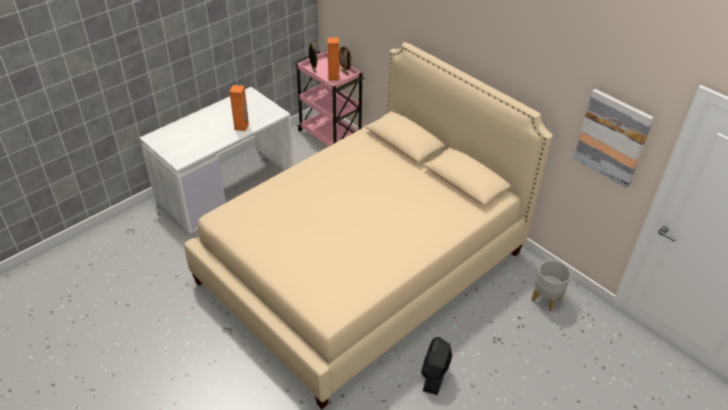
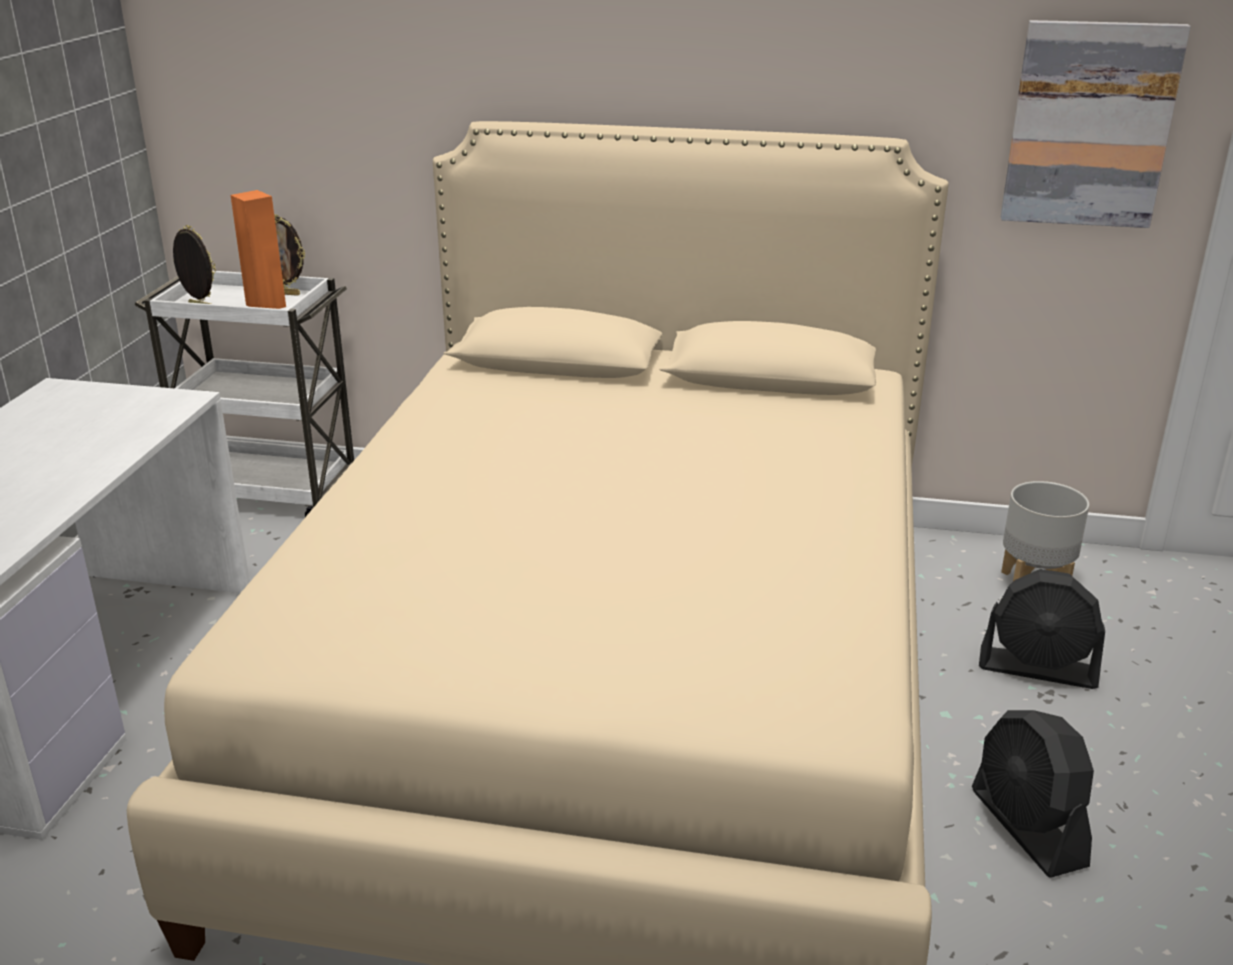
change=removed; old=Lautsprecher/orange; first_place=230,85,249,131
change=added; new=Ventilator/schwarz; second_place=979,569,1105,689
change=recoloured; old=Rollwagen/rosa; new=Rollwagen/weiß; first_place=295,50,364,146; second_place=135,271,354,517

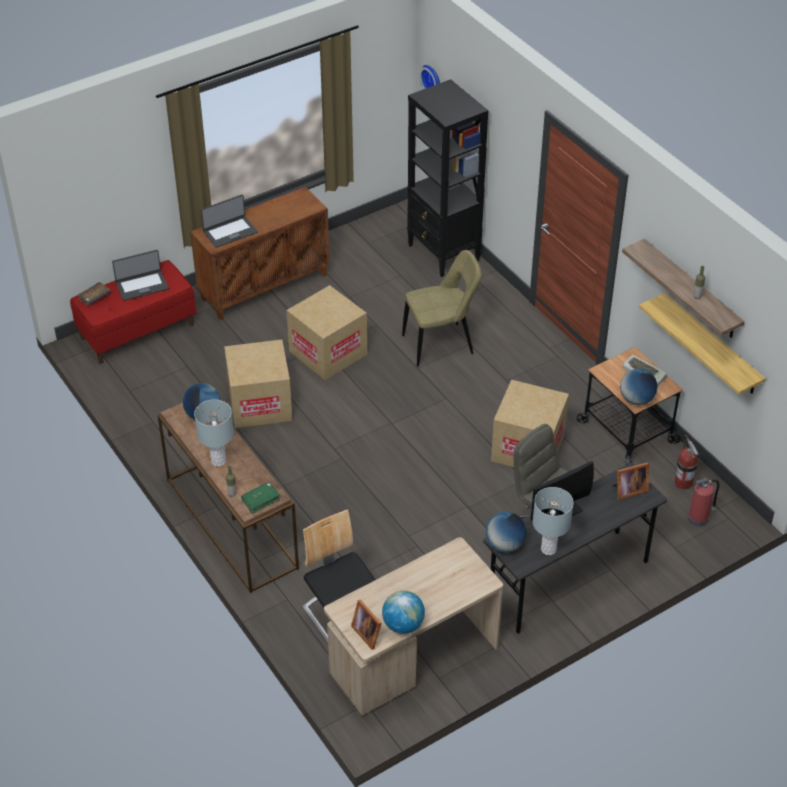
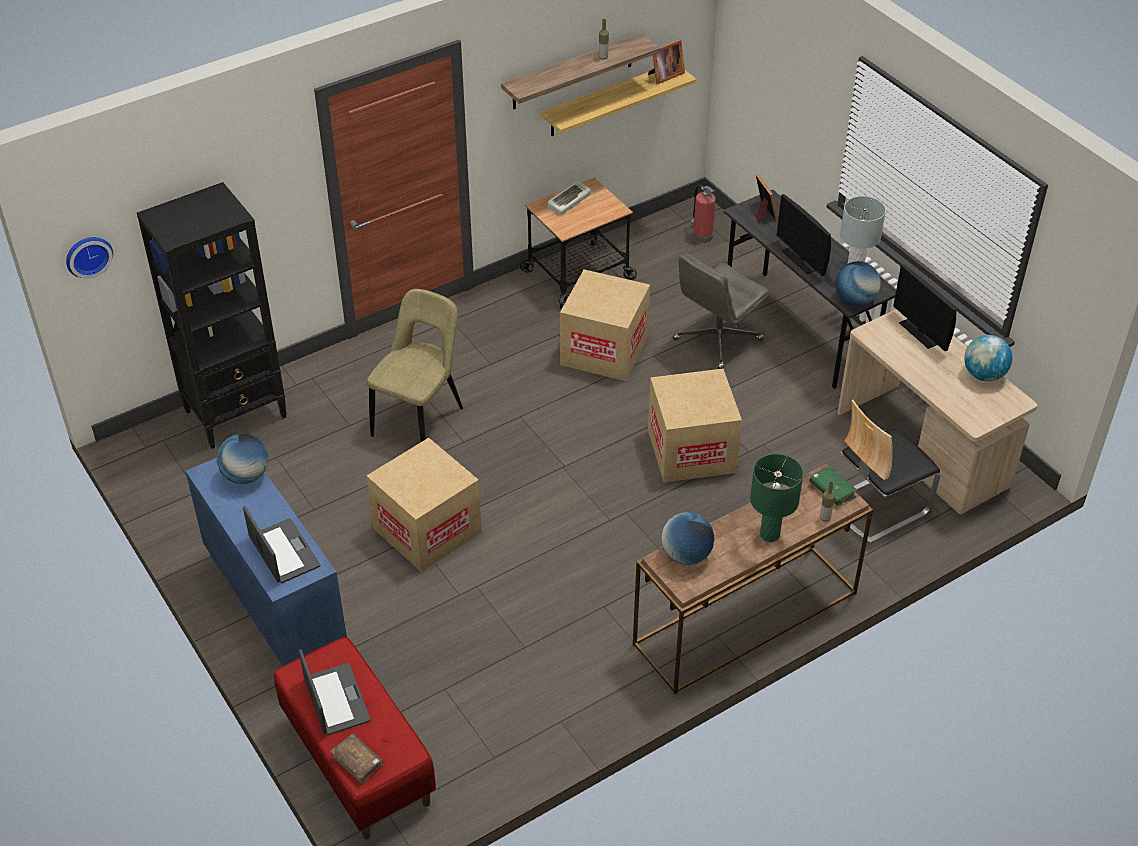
change=removed; old=Feuerlöscher; first_place=675,435,699,490
change=added; new=Monitor; second_place=893,265,957,351
change=moved; old=Karton; first_place=224,339,293,428; second_place=648,369,742,482
change=moved; old=Bilderrahmen; first_place=351,599,382,649; second_place=648,40,685,84
change=moved; old=Globus; first_place=620,368,657,405; second_place=217,434,268,484
change=recoloured; old=Schrank/braun; new=Schrank/blau; first_place=190,187,330,320; second_place=185,458,347,666
change=recoloured; old=Tischlampe/grau; new=Tischlampe/grün; first_place=194,399,234,466; second_place=750,454,803,542
change=turned; old=Stuhl/beige; first_place=402,250,481,366; second_place=367,289,463,442; degrees=45

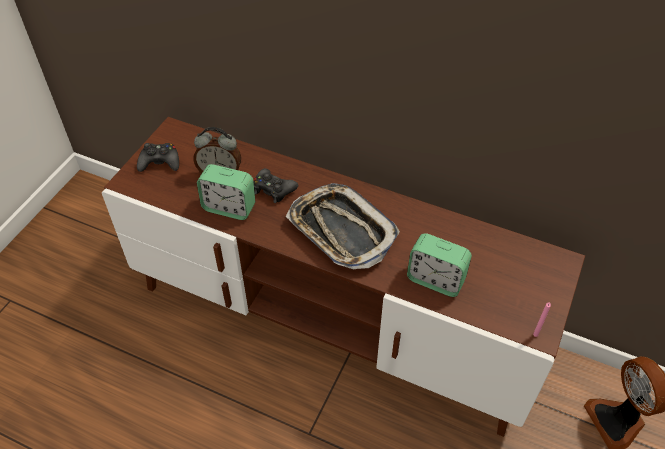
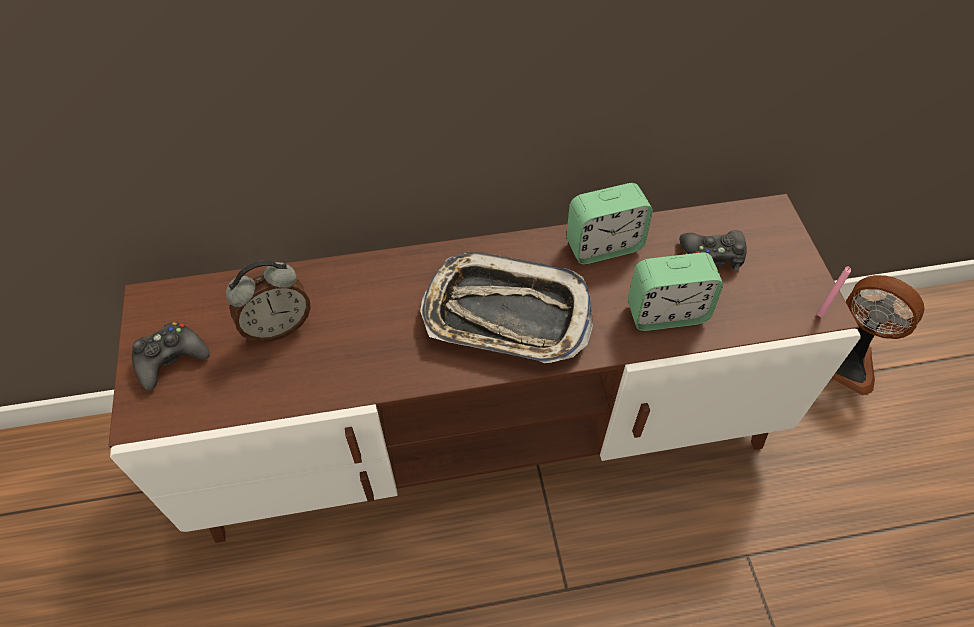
change=moved; old=Wecker; first_place=197,164,255,220; second_place=566,183,653,264
change=moved; old=Gamepad/schwarz; first_place=254,168,298,203; second_place=679,230,747,272

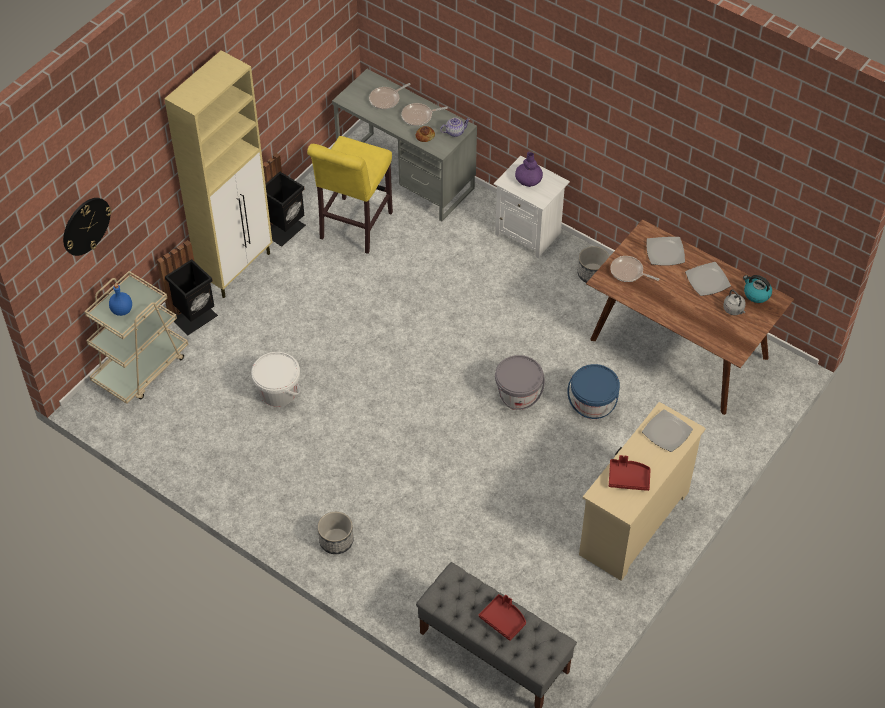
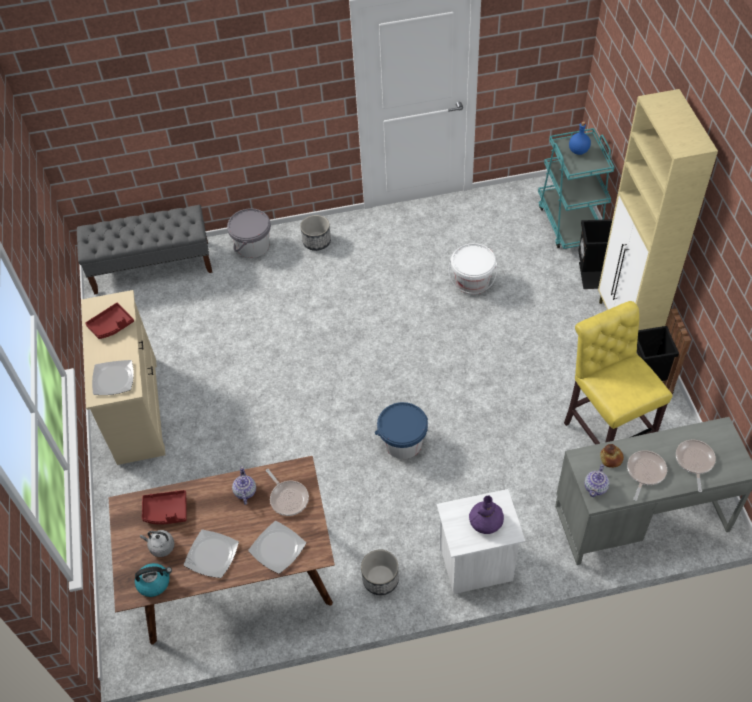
change=removed; old=Wanduhr; first_place=63,198,112,256
change=added; new=Teekanne; second_place=232,466,256,505
change=moved; old=Tablett/rot; first_place=479,594,526,641; second_place=142,490,187,525
change=moved; old=Eimer/grau; first_place=495,355,545,410; second_place=227,208,271,258
change=moved; old=Eimer/blau; first_place=567,364,620,419; second_place=375,402,428,459
change=recoloured; old=Rollwagen/beige; new=Rollwagen/türkis; first_place=84,271,188,404; second_place=538,128,615,249
change=turned; old=Pfanne; first_place=610,256,659,282; second_place=266,469,309,516; degrees=75

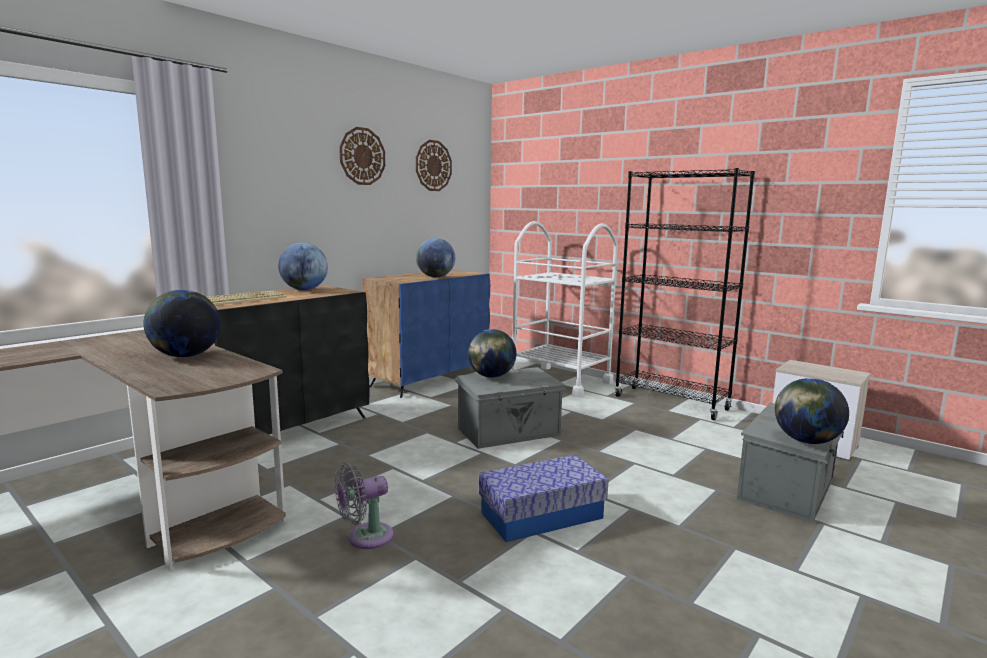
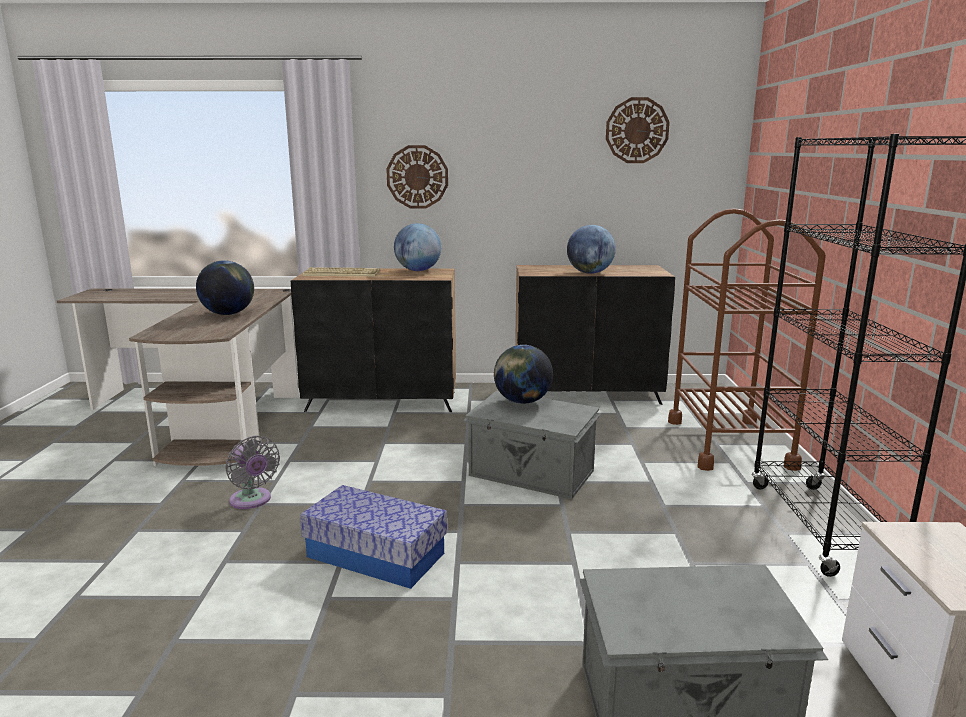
change=removed; old=Globus; first_place=775,378,849,444
change=moved; old=Wanduhr; first_place=339,127,385,185; second_place=386,145,448,209
change=recoloured; old=Schrank/blau; new=Schrank/schwarz; first_place=362,270,490,398; second_place=515,265,675,405
change=recoloured; old=Rollwagen/weiß; new=Rollwagen/braun; first_place=512,221,618,397; second_place=668,208,826,471
change=turned; old=Ventilator/grau; first_place=335,463,393,549; second_place=225,436,280,509; degrees=-150

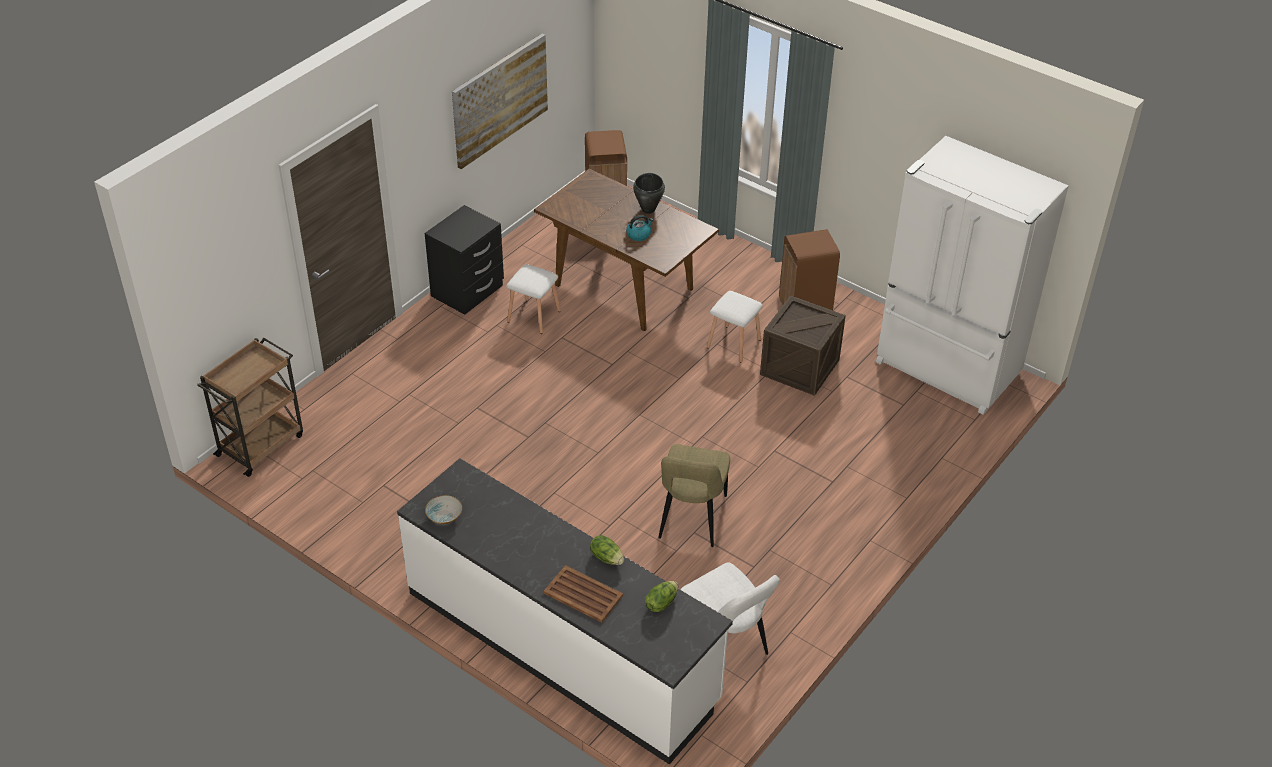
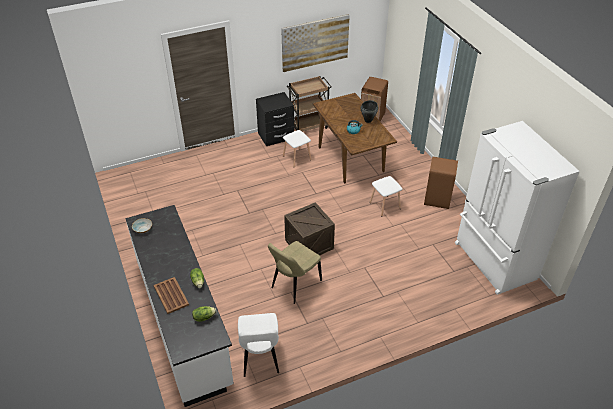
change=moved; old=Rollwagen/braun; first_place=197,338,303,477; second_place=287,76,331,132
change=moved; old=Kiste; first_place=760,295,846,396; second_place=284,202,335,255

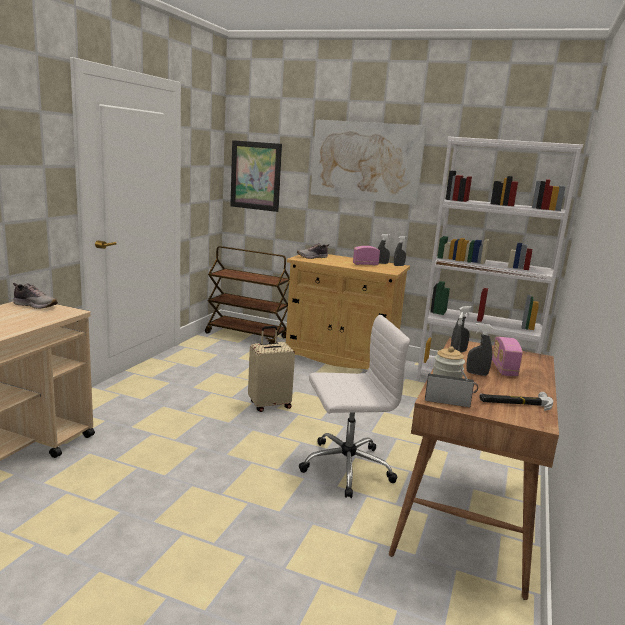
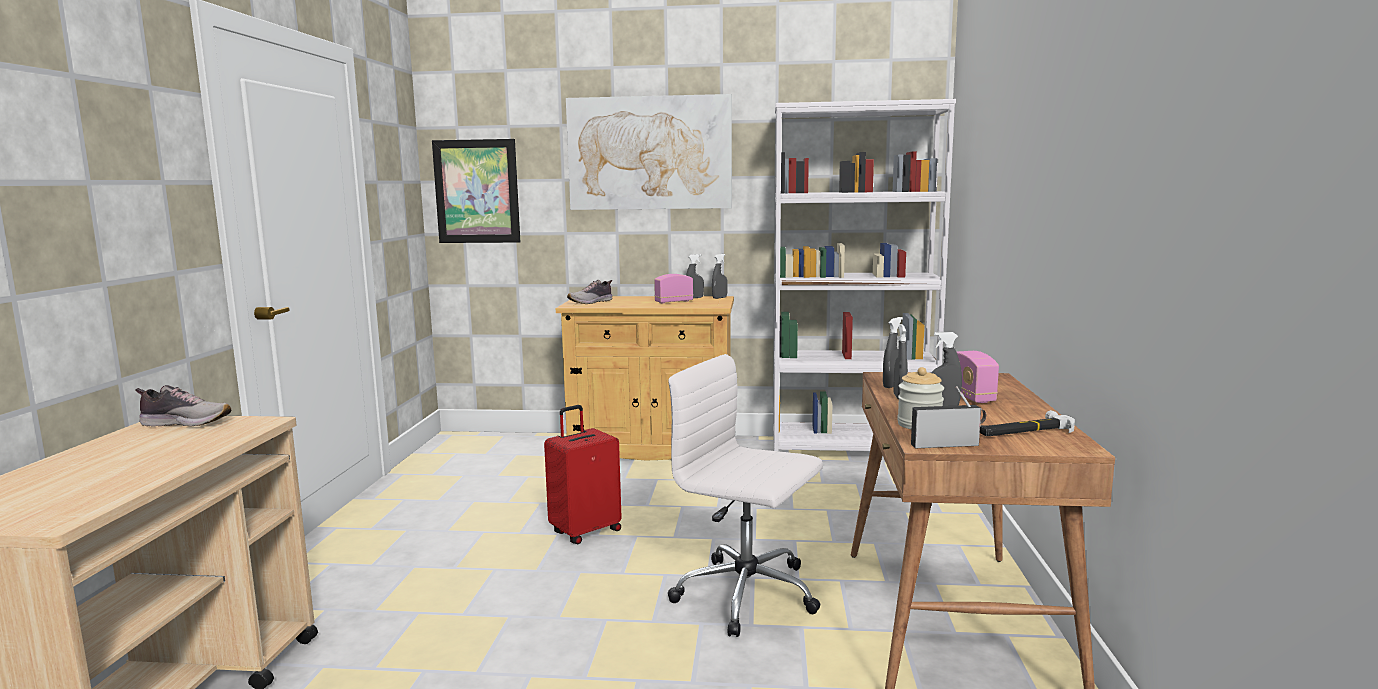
change=removed; old=Rollwagen/braun; first_place=205,246,290,344
change=recoloured; old=Koffer/beige; new=Koffer/rot; first_place=248,326,295,412; second_place=544,405,622,544
change=turned; old=Bürostuhl/weiß; first_place=299,315,410,498; second_place=668,354,823,637; degrees=-120

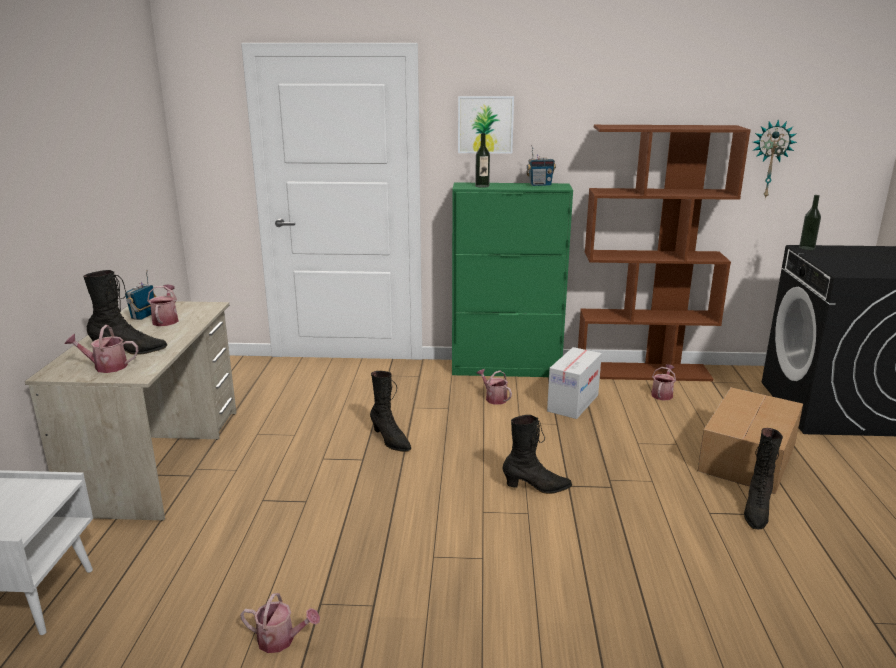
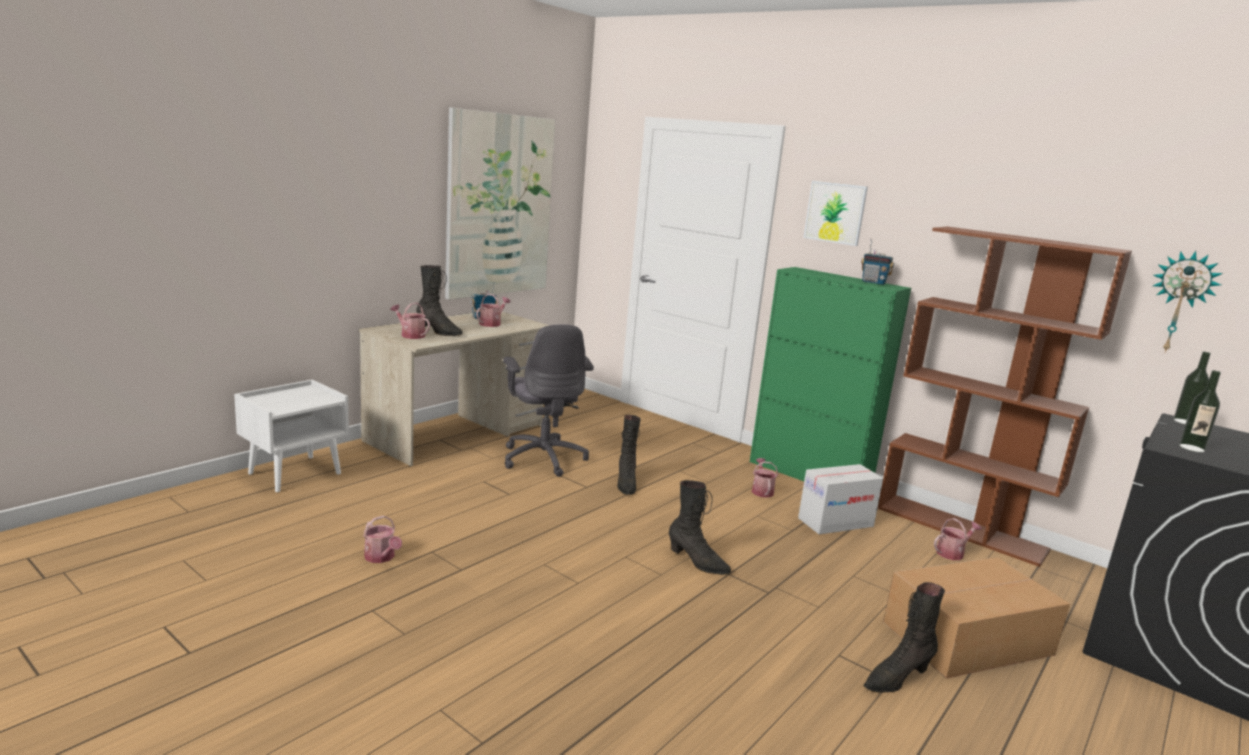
change=added; new=Bild; second_place=445,107,555,300
change=added; new=Bürostuhl/grau; second_place=503,324,594,477
change=moved; old=Flasche; first_place=475,133,490,188; second_place=1179,370,1221,452

